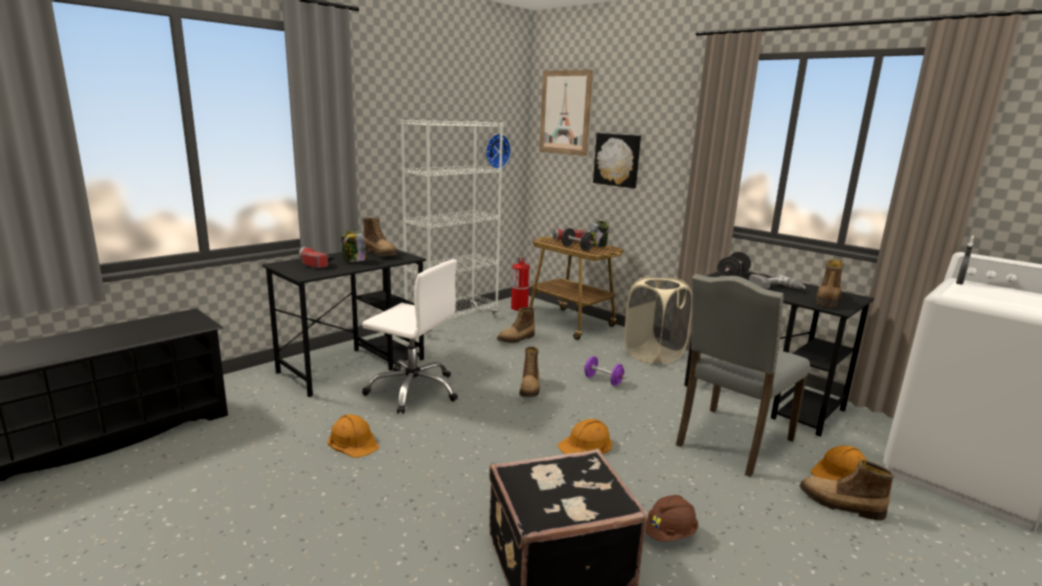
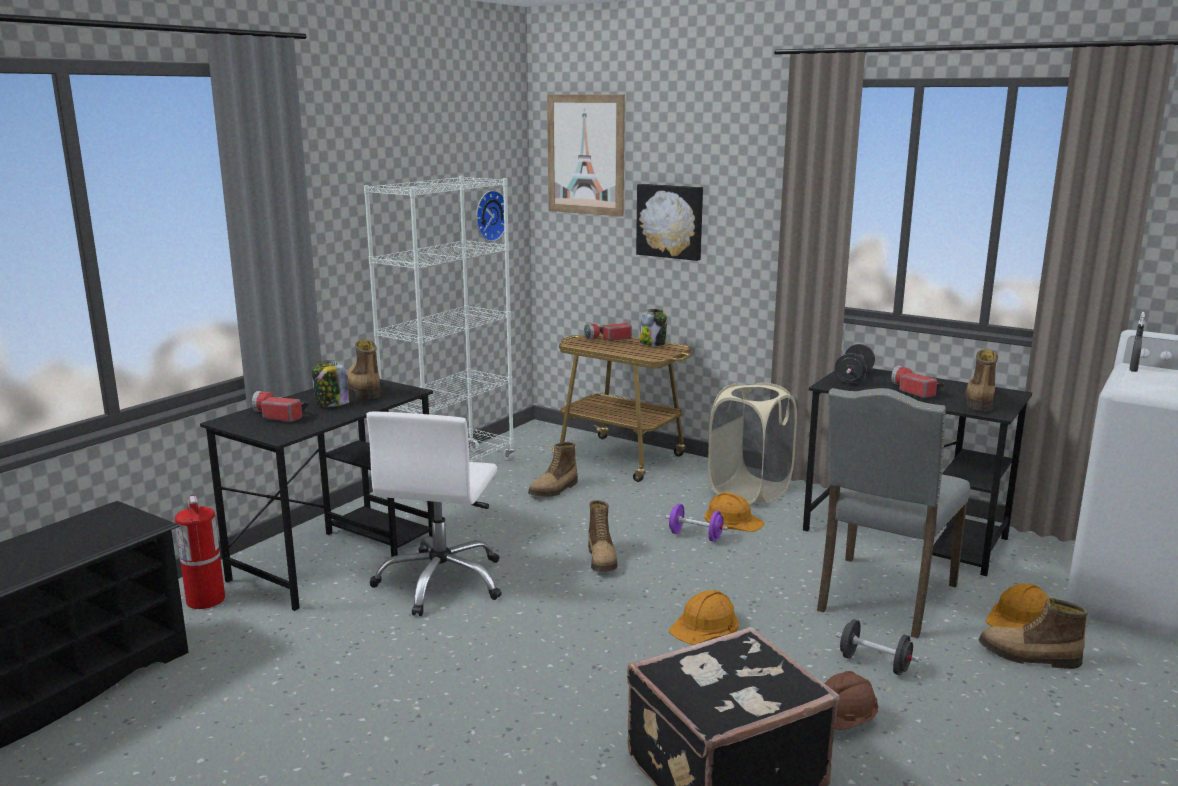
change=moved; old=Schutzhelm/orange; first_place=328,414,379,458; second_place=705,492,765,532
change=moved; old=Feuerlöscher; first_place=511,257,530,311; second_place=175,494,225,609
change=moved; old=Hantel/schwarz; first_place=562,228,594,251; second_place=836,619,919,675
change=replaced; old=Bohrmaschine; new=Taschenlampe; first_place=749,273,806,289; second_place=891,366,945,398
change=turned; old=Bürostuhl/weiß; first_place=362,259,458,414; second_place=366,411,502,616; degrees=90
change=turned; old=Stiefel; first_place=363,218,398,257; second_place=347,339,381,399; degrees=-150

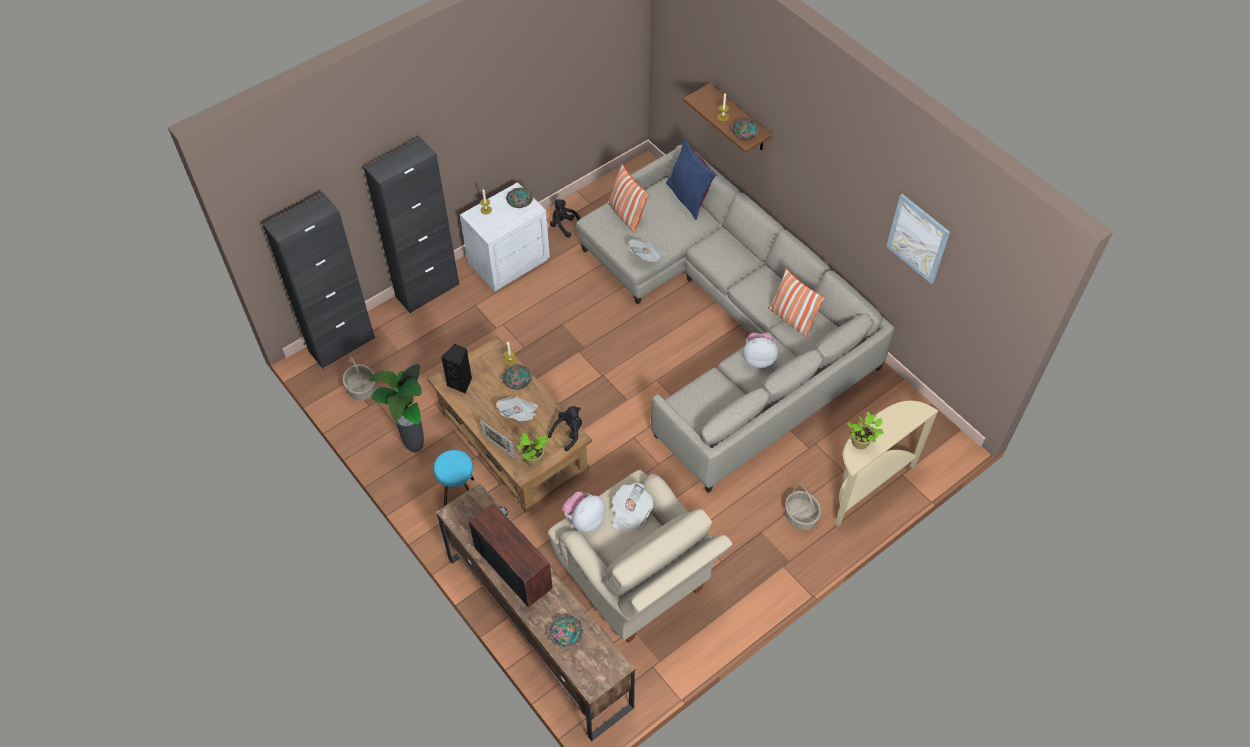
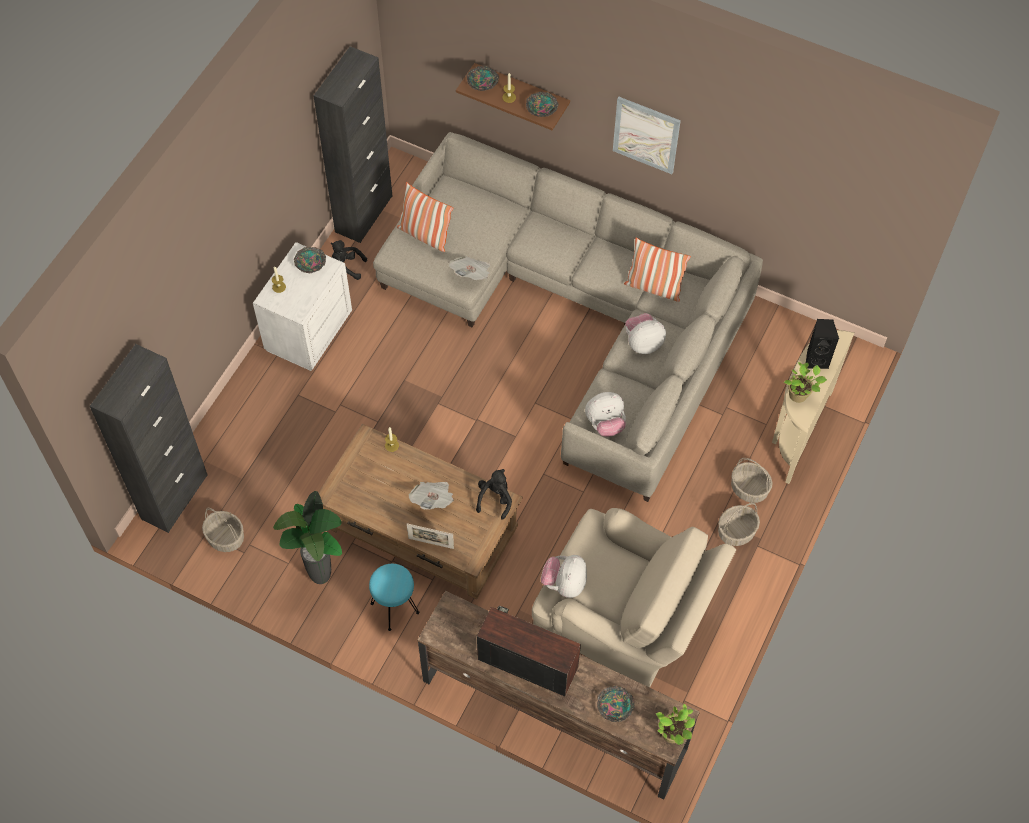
change=removed; old=Zeitung; first_place=611,483,653,530
change=removed; old=Kissen/blau; first_place=666,138,717,220
change=added; new=Plüschtier; second_place=585,392,626,437
change=added; new=Korb; second_place=718,503,760,546
change=moved; old=Schrank/schwarz; first_place=364,137,459,313; second_place=314,46,392,243
change=moved; old=Lautsprecher/schwarz; first_place=441,344,472,393; second_place=806,319,839,369
change=moved; old=Schüssel; first_place=502,365,532,390; second_place=467,66,499,91
change=moved; old=Topfpflanze; first_place=517,433,550,466; second_place=656,704,695,745
change=moved; old=Bild; first_place=886,194,950,284; second_place=613,97,681,174

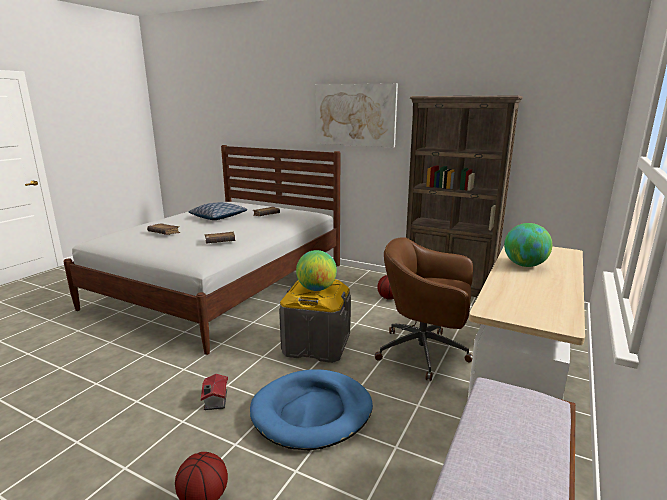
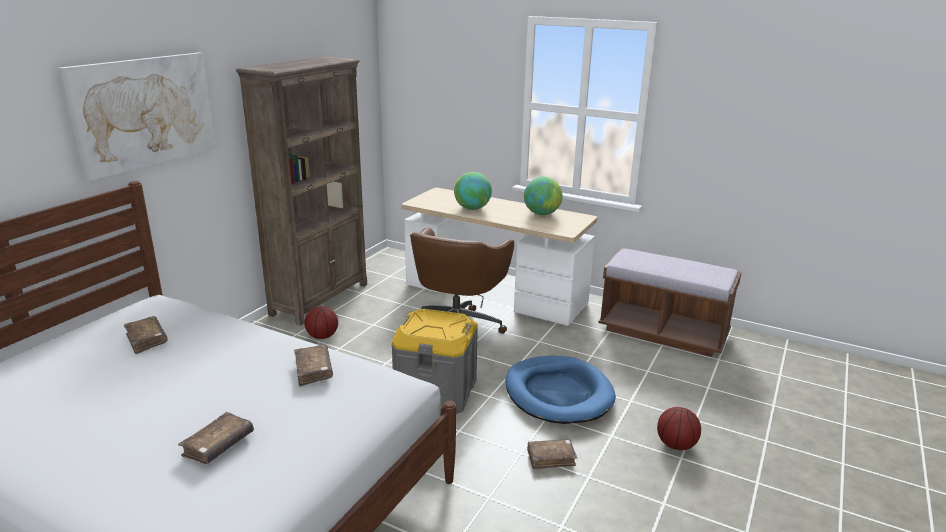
change=removed; old=Kissen; first_place=189,202,247,220
change=moved; old=Globus; first_place=296,250,337,291; second_place=524,177,562,215
change=replaced; old=Spielzeughaus; new=Buch/braun; first_place=201,374,228,410; second_place=527,439,577,469

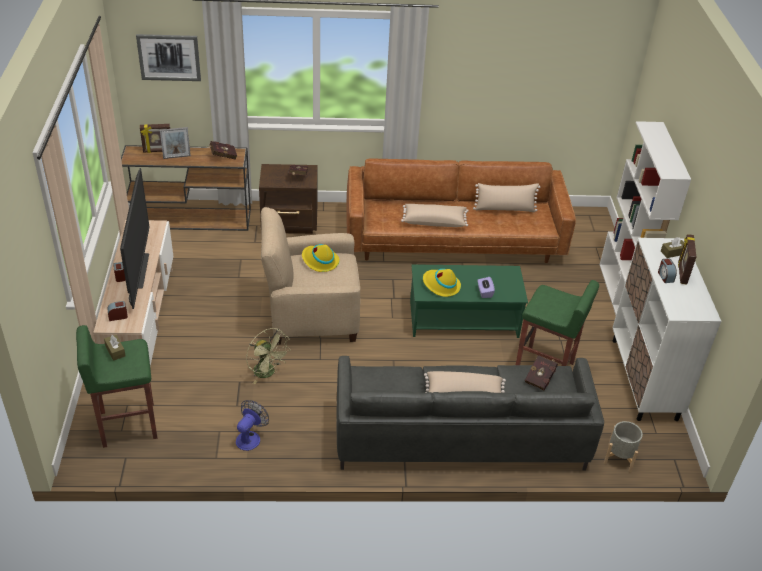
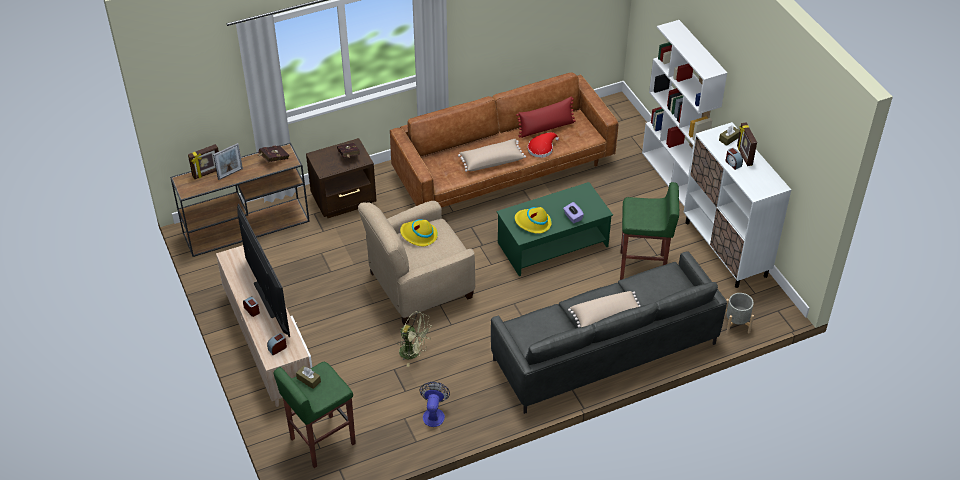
change=removed; old=Bild; first_place=136,34,201,81
change=removed; old=Buch/rot; first_place=525,355,558,390
change=added; new=Hut/rot; second_place=528,132,559,158
change=recoloured; old=Kissen/beige; new=Kissen/rot; first_place=473,183,540,212; second_place=516,96,576,138

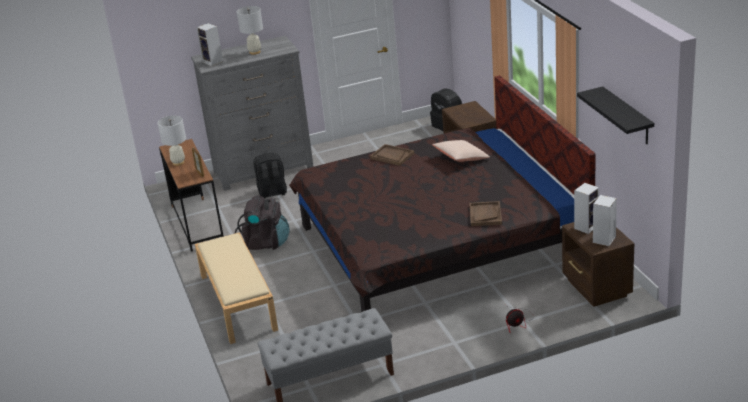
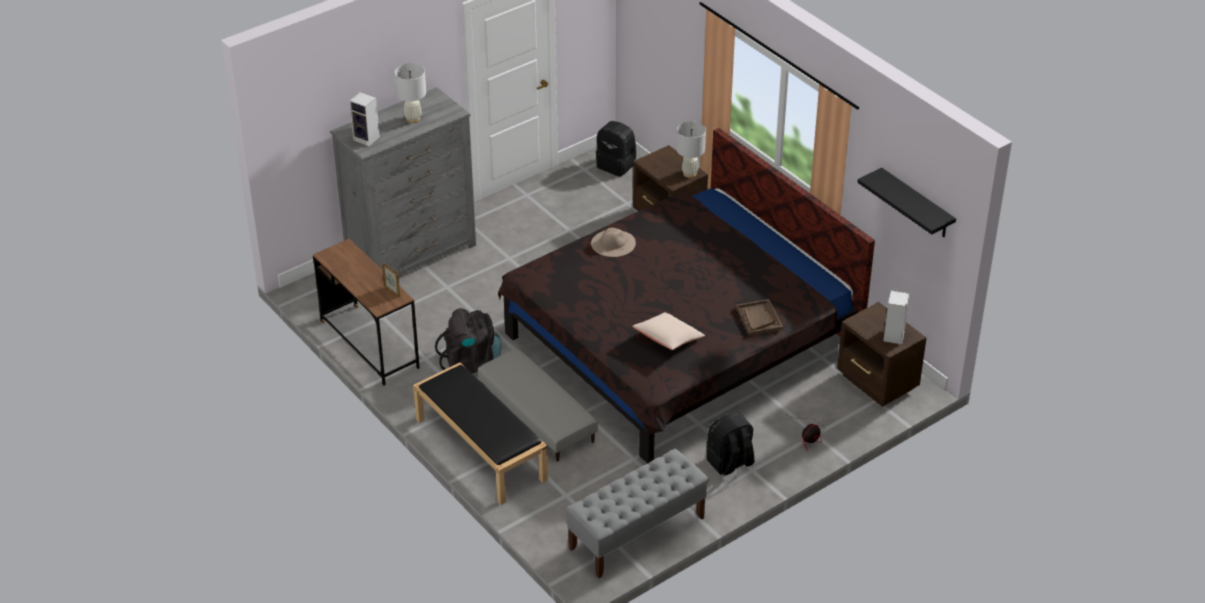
change=removed; old=Lautsprecher; first_place=574,183,599,234
change=added; new=Polsterhocker/grau; second_place=478,349,598,462
change=moved; old=Tischlampe/weiß; first_place=158,115,186,166; second_place=676,121,706,178
change=moved; old=Rucksack/schwarz; first_place=253,153,287,199; second_place=706,412,754,476
change=moved; old=Kissen/beige; first_place=432,140,490,162; second_place=632,312,705,350
change=replaced; old=Tablett/braun; new=Hut/beige; first_place=370,144,414,166; second_place=591,228,636,257
change=recoloured; old=Bank/beige; new=Bank/schwarz; first_place=195,232,278,344; second_place=413,363,548,505

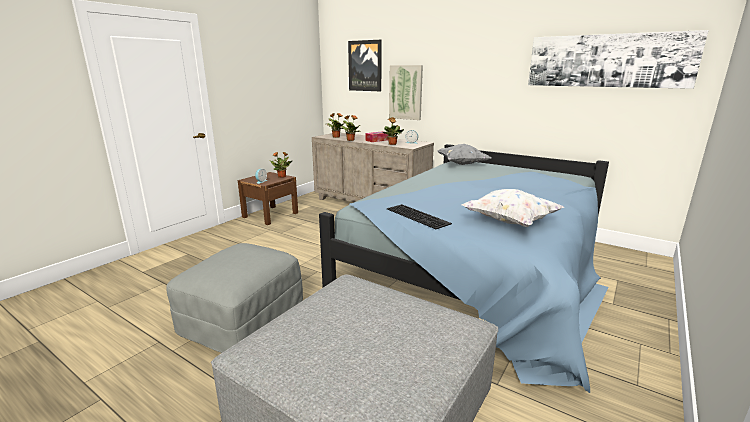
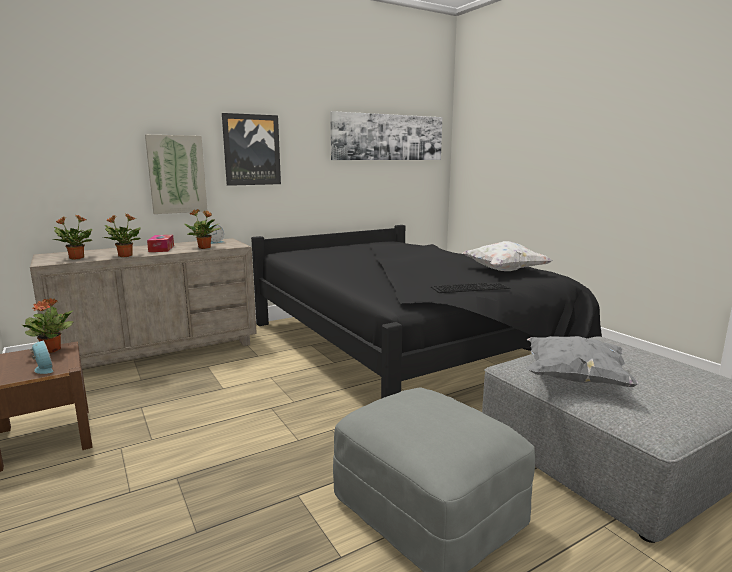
change=moved; old=Bild; first_place=348,40,382,91; second_place=222,113,281,186
change=moved; old=Kissen/grau; first_place=438,144,492,165; second_place=526,336,639,387
change=recoloured; old=Bett/blau; new=Bett/schwarz; first_place=319,144,609,393; second_place=251,225,602,399

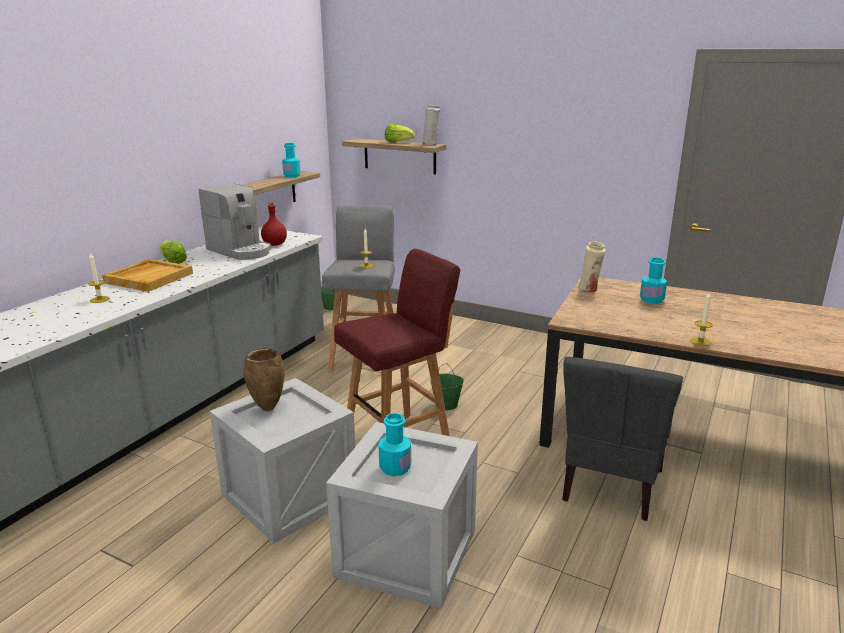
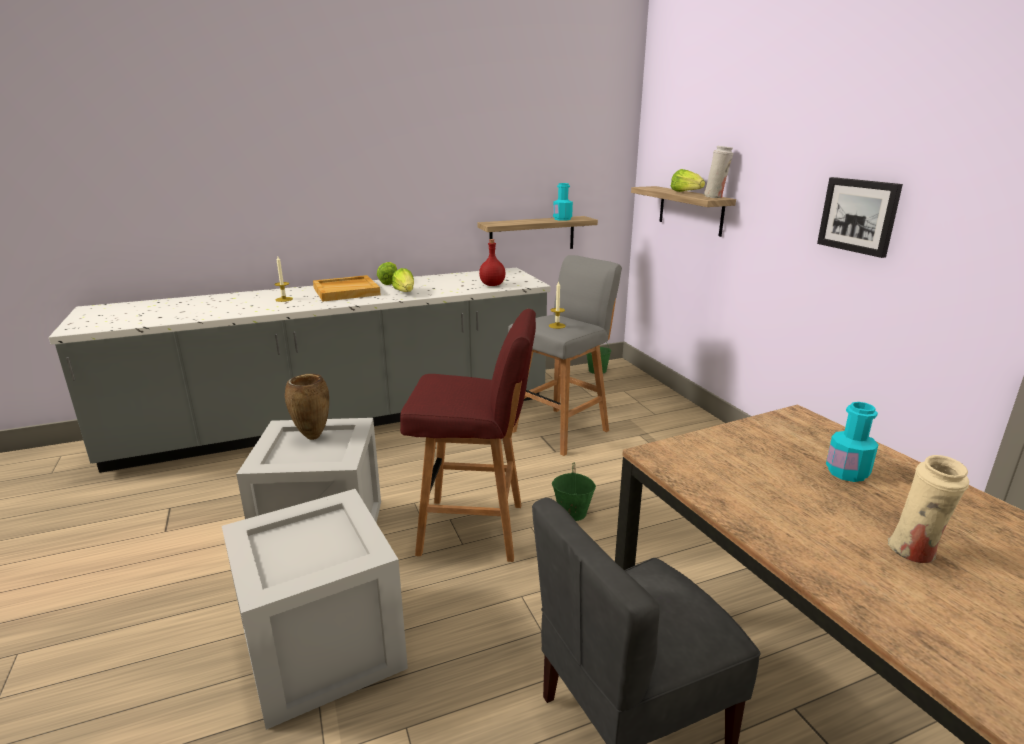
change=removed; old=Kaffeemaschine; first_place=199,183,271,260
change=removed; old=Flasche/türkis; first_place=379,413,411,476
change=removed; old=Kerze; first_place=690,293,713,346
change=added; new=Salatkopf; second_place=392,268,414,292
change=added; new=Bild; second_place=817,177,903,258
change=moved; old=Vase/beige; first_place=578,241,606,292; second_place=888,455,969,563

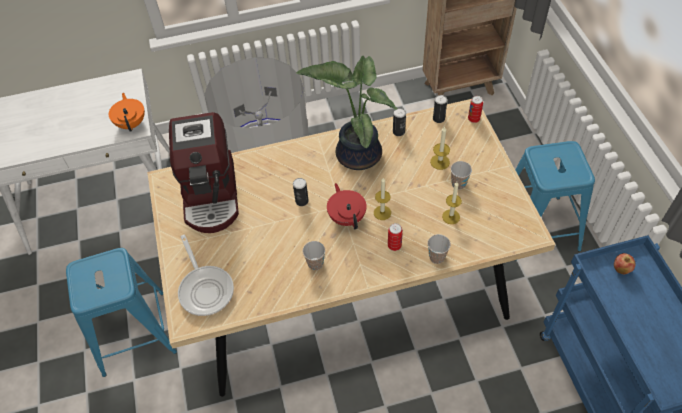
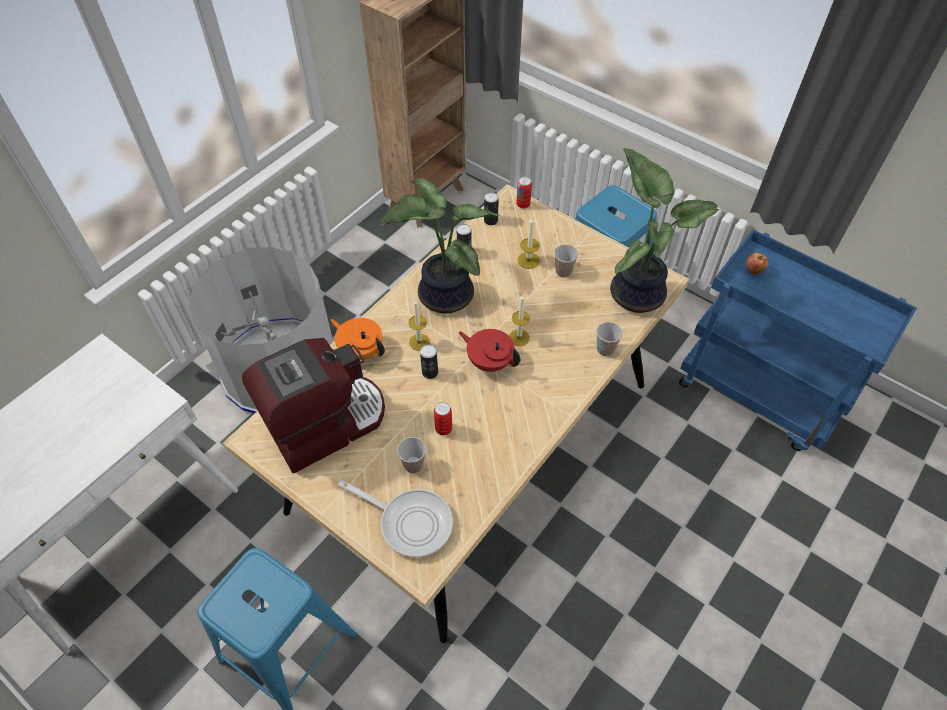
change=added; new=Topfpflanze; second_place=610,148,721,313
change=moved; old=Teekanne/orange; first_place=109,93,145,131; second_place=330,318,385,360
change=moved; old=Tasse; first_place=303,241,325,270; second_place=397,437,426,473
change=moved; old=Dose; first_place=388,223,403,251; second_place=434,402,452,435
change=moved; old=Kerze; first_place=442,182,462,224; second_place=409,299,430,351
change=turned; old=Kaffeemaschine; first_place=169,112,239,233; second_place=242,338,385,473; degrees=-75

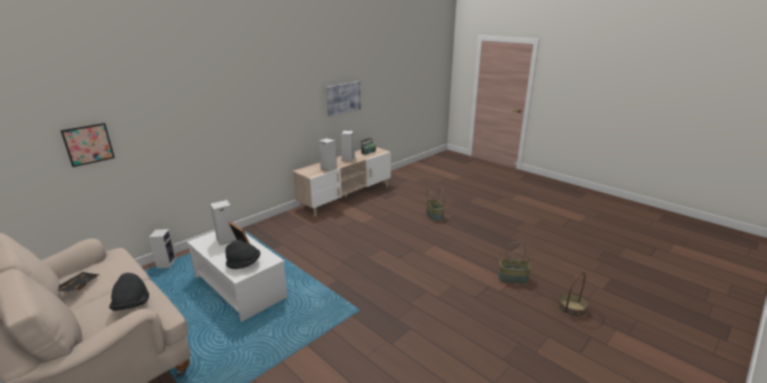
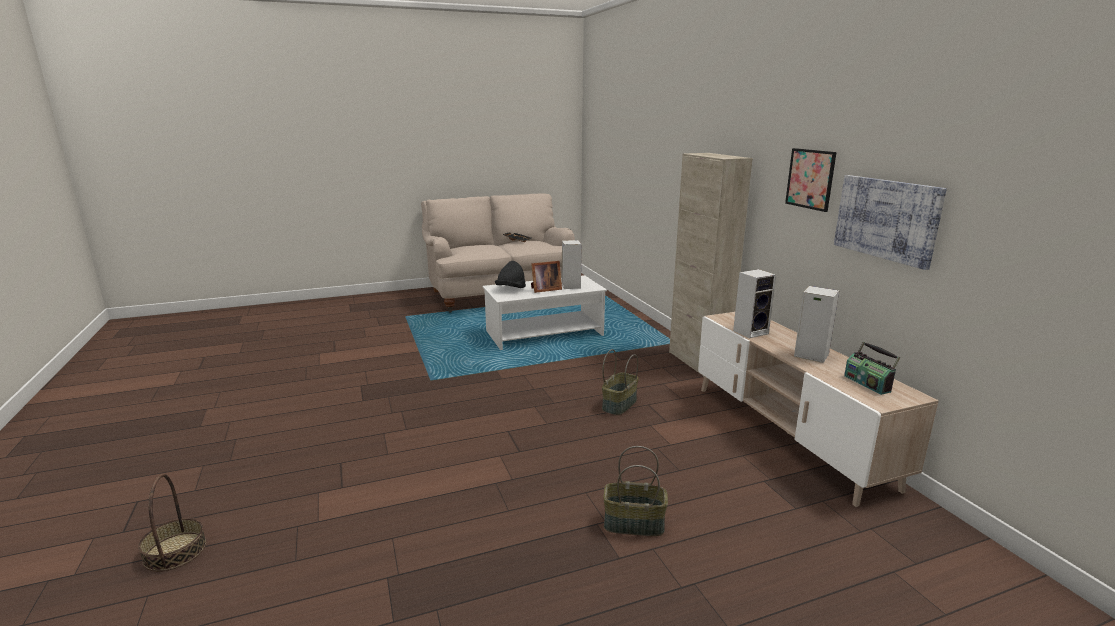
change=removed; old=Hut/schwarz; first_place=109,273,149,311
change=removed; old=Lautsprecher; first_place=148,229,177,268
change=added; new=Schrank/beige; second_place=669,153,753,377
change=moved; old=Bild; first_place=60,123,115,167; second_place=785,148,837,212
change=moved; old=Korb; first_place=498,242,531,284; second_place=602,349,639,415

